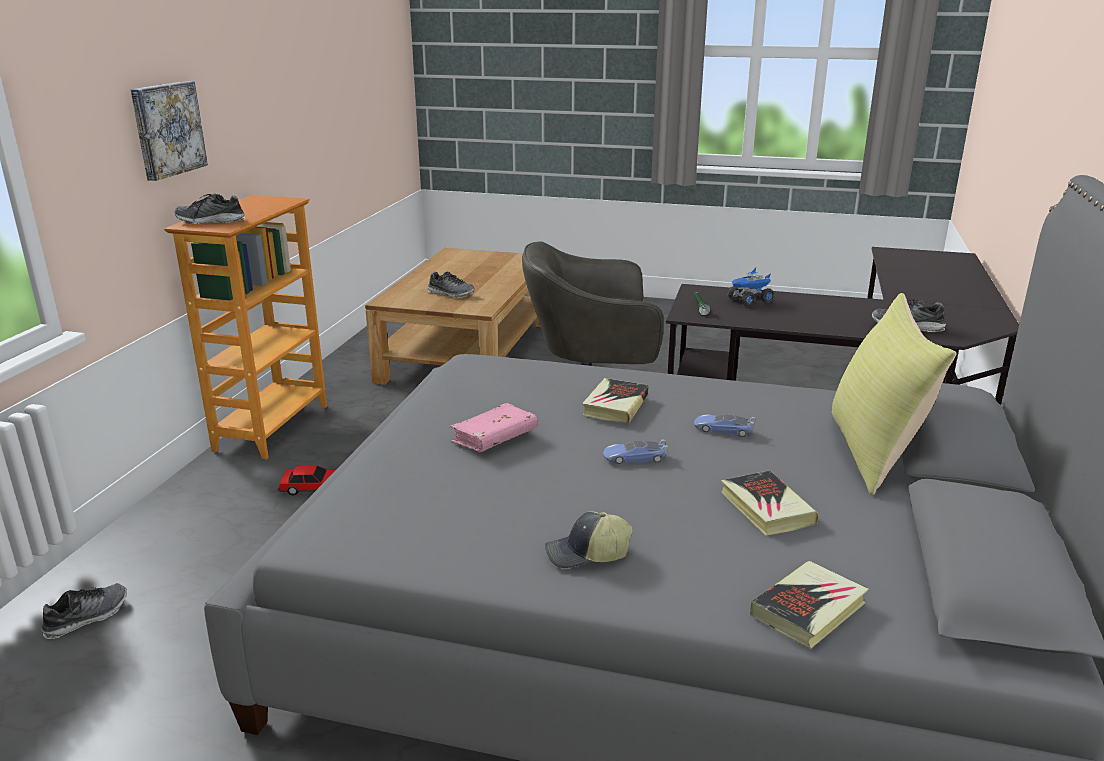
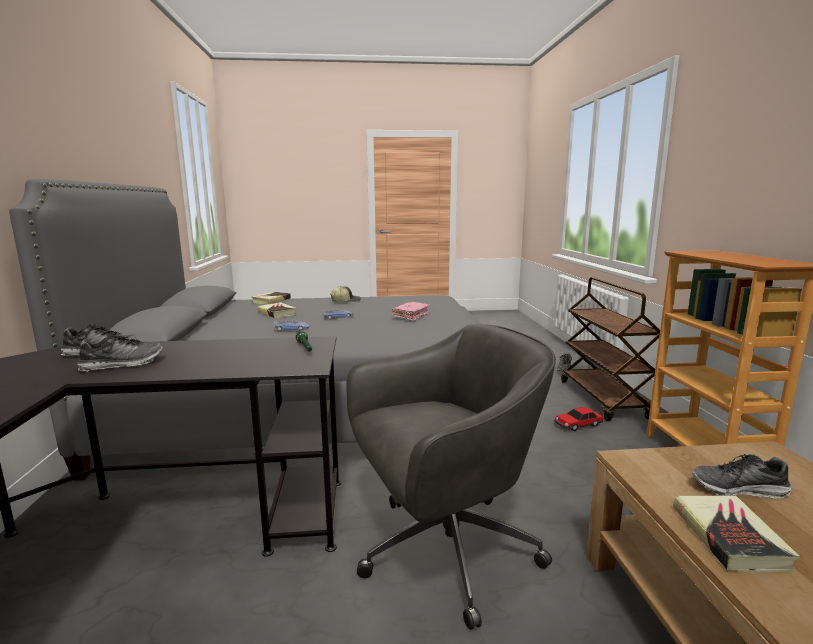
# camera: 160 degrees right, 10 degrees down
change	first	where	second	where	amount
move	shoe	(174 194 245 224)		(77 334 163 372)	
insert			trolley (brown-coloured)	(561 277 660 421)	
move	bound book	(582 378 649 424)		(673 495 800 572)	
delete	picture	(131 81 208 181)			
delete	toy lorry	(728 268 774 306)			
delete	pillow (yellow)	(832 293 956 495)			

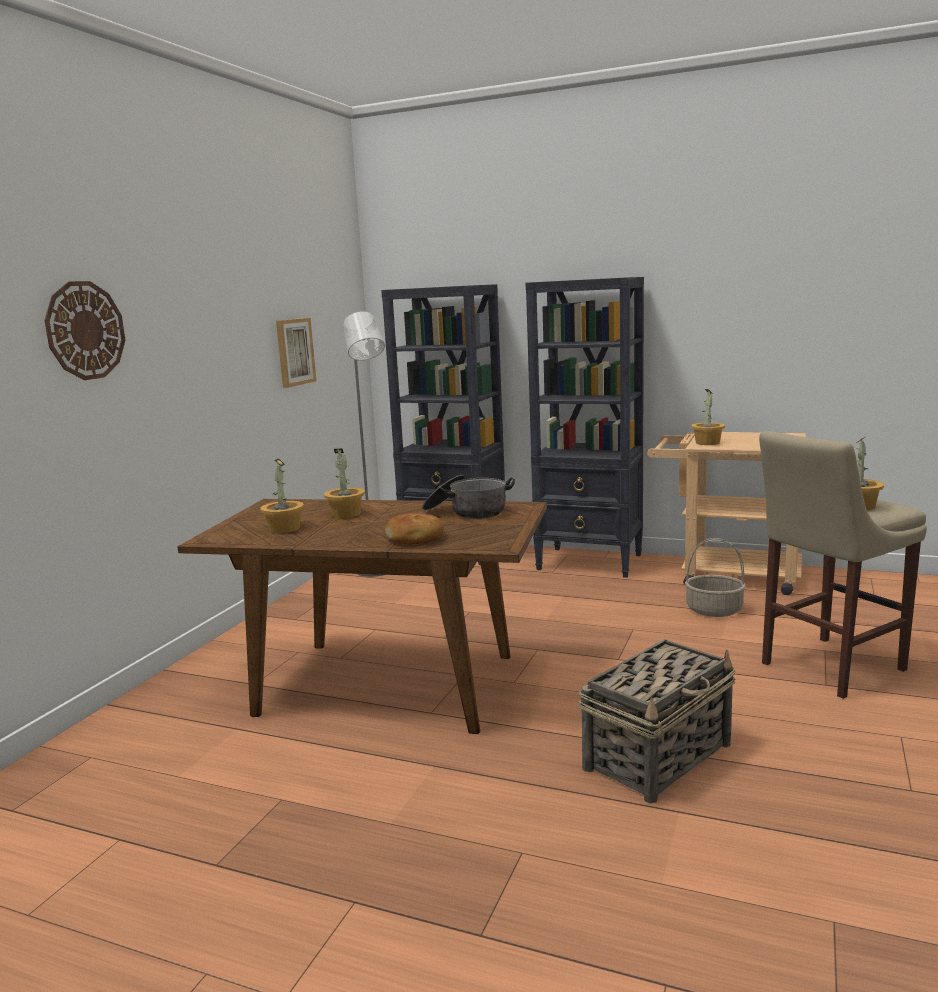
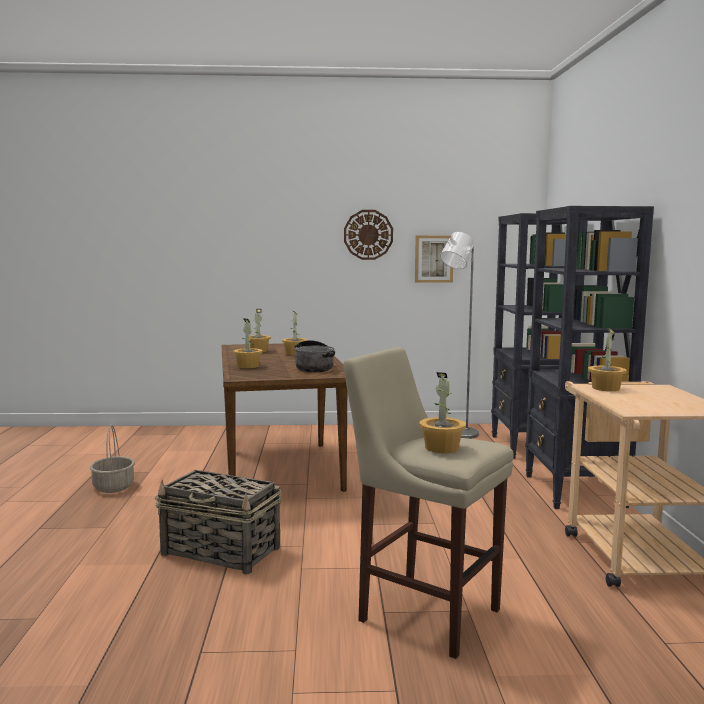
# camera: 65 degrees right, 5 degrees down
change	first	where	second	where	amount
move	basket	(685 538 746 617)		(90 425 135 493)	
replace	baked bread	(385 513 444 544)	potted plant	(234 319 263 368)	
move	hanging clock	(44 281 125 380)		(344 210 393 260)	

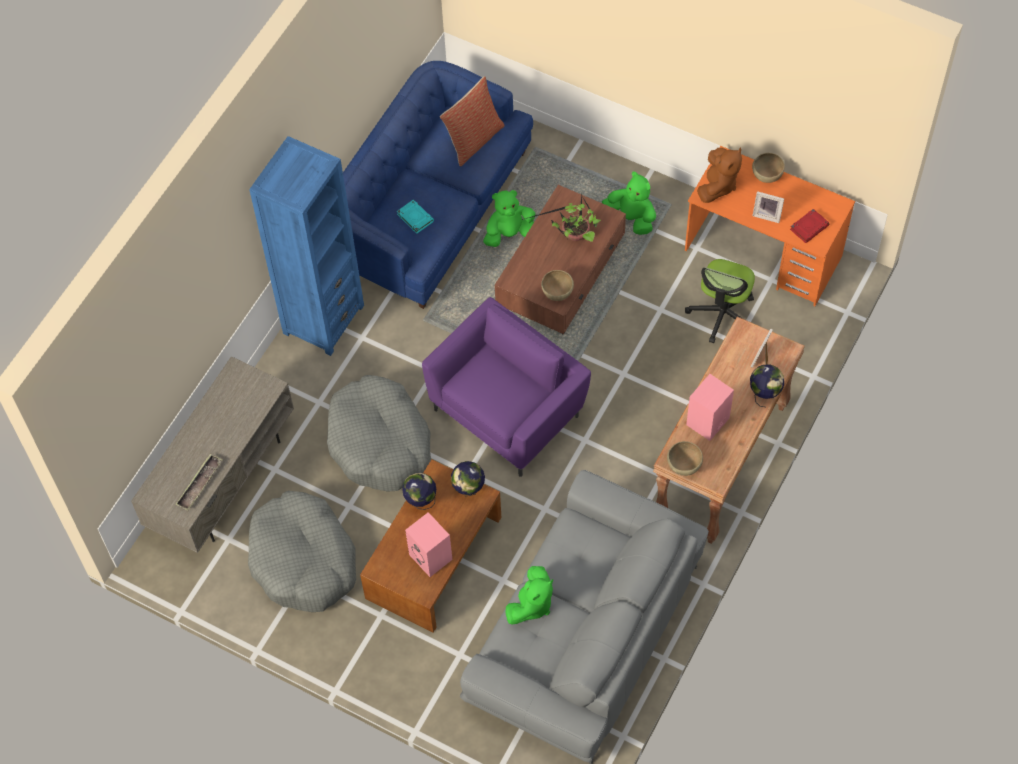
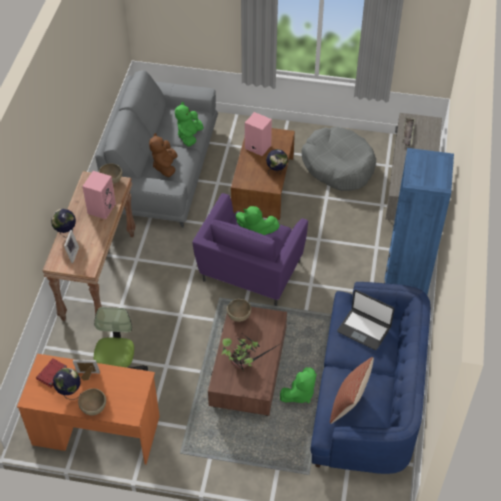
# camera: 160 degrees right, 10 degrees down
change	first	where	second	where	amount
move	desk globe	(451 461 485 497)		(53 368 81 400)	
move	cuddly toy (brown-coloured)	(697 148 742 203)		(149 133 177 177)	
move	cuddly toy (greenish)	(602 171 656 235)		(235 206 280 235)	
replace	bound book (turquoise-coloured)	(397 200 434 234)	notebook computer	(337 290 394 350)	
delete	pet bed (greyish)	(327 375 431 492)			

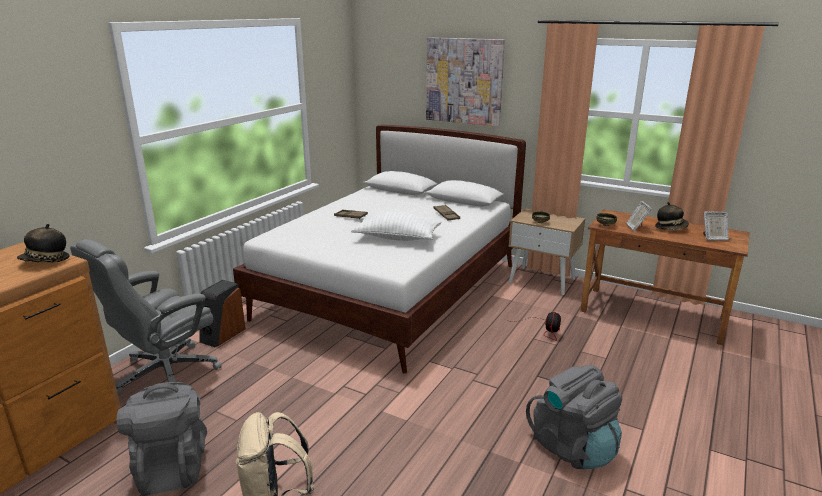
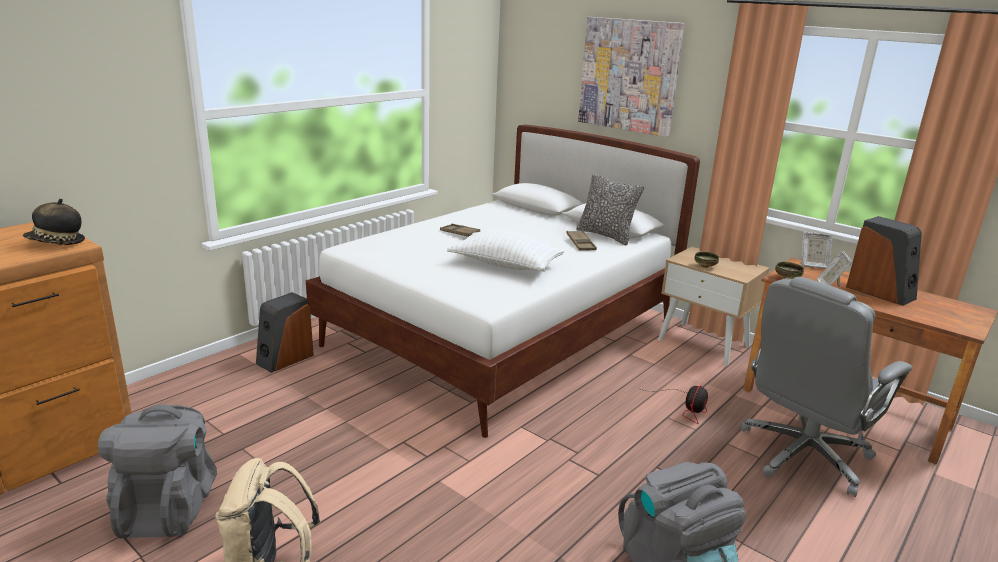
# camera: 10 degrees right, 0 degrees up
change	first	where	second	where	amount
insert			pillow	(576 174 645 245)	
move	computer chair (greyish)	(70 239 222 395)		(740 277 912 497)	
move	photo frame	(703 212 729 241)		(801 232 832 269)	
replace	hat	(655 202 689 230)	audio speaker	(846 216 922 306)	

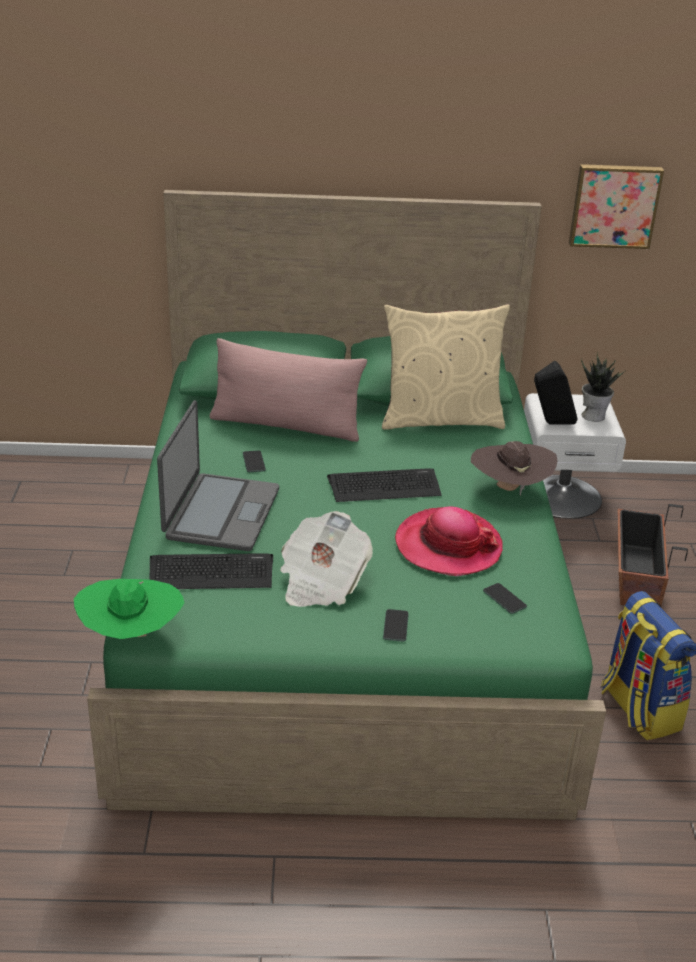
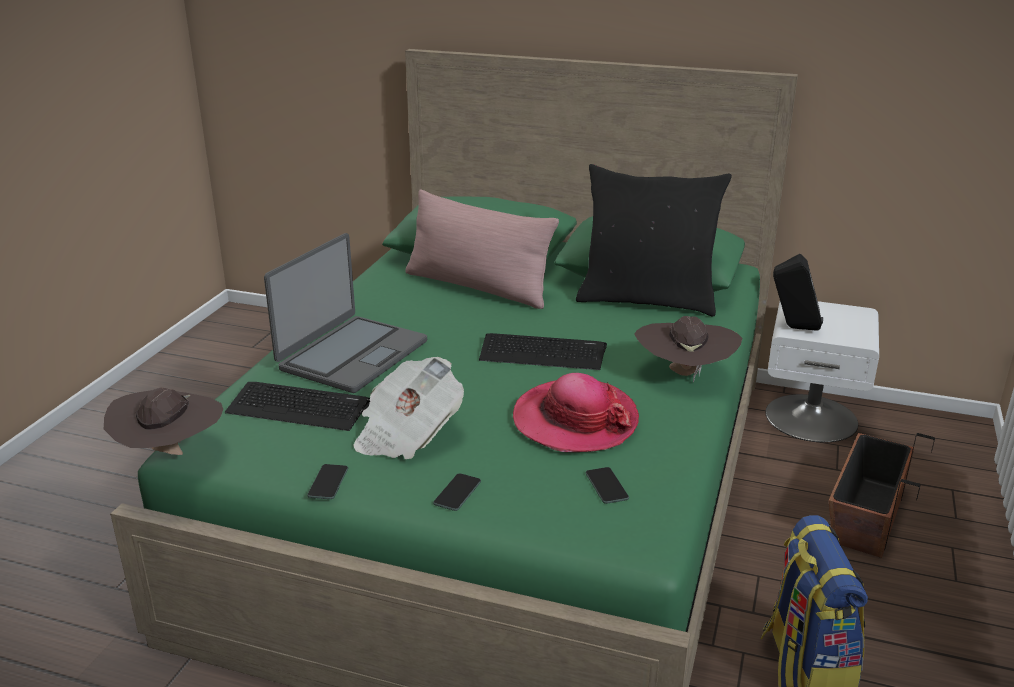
# camera: 20 degrees right, 5 degrees down
change	first	where	second	where	amount
recolor	hat (greenish)	(74 579 184 639)	hat (brown-coloured)	(104 387 223 455)	
move	telephone	(243 450 266 472)		(307 464 348 499)	
recolor	pillow (sand-coloured)	(382 304 510 430)	pillow (black)	(576 164 732 317)	
delete	picture	(569 164 664 249)			
delete	potted plant	(581 352 627 422)			

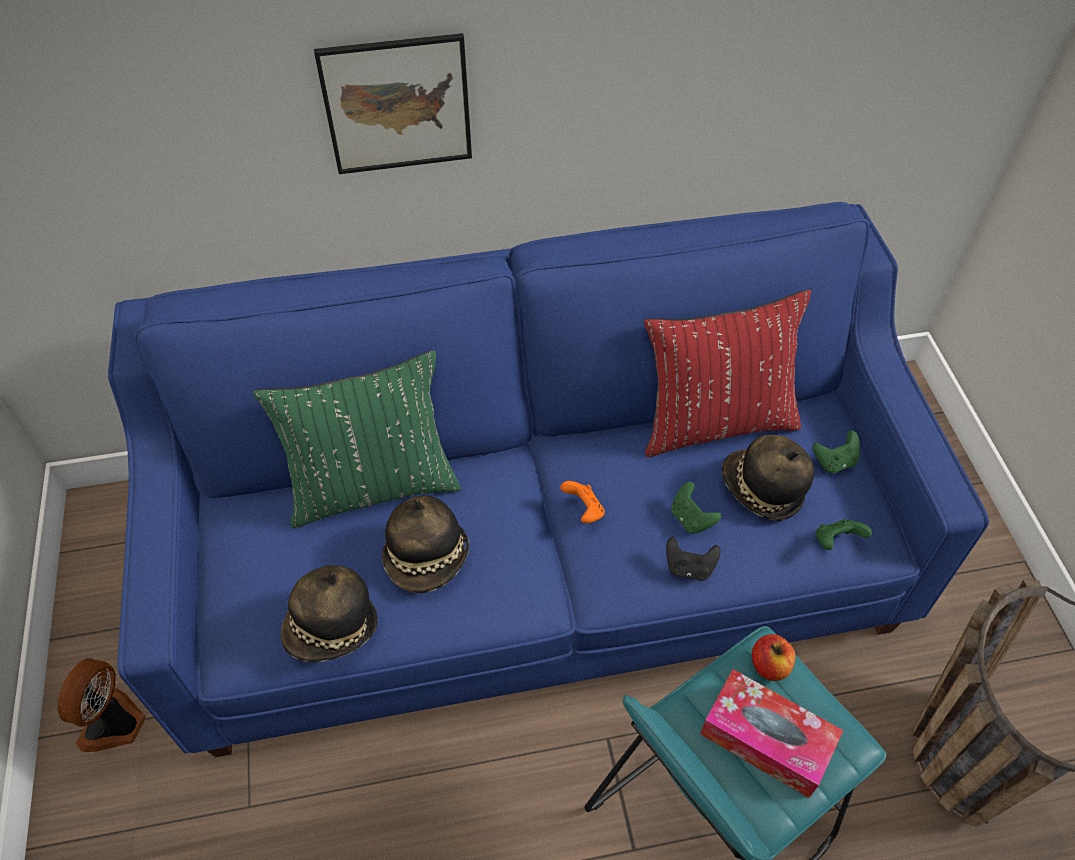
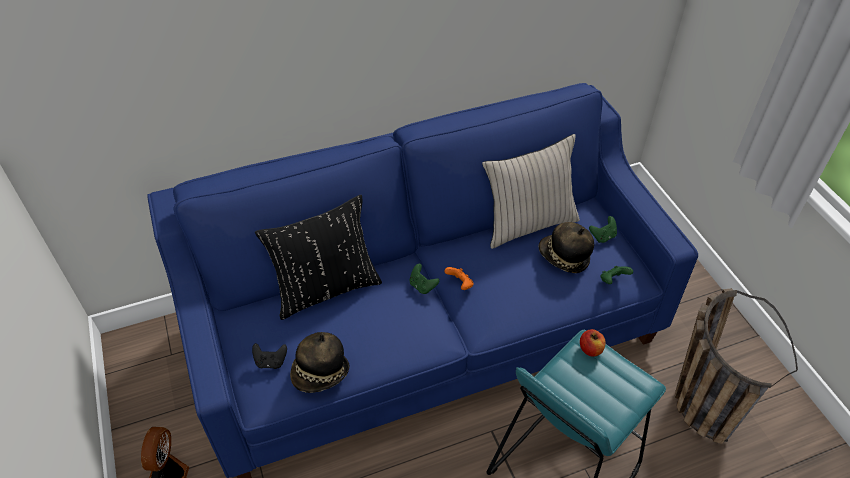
# camera: 10 degrees left, 5 degrees down
change	first	where	second	where	amount
move	gamepad (black)	(666 537 721 581)		(252 343 287 369)	
recolor	pillow (greenish)	(253 350 461 528)	pillow (black)	(255 195 382 320)	
move	gamepad (greenish)	(671 482 721 534)		(409 264 439 294)	
recolor	pillow (reddish)	(644 289 811 457)	pillow (sand-coloured)	(482 134 580 249)	
delete	picture	(314 33 472 174)			
delete	hat	(382 496 469 593)			
delete	box of tissues	(700 669 844 798)			

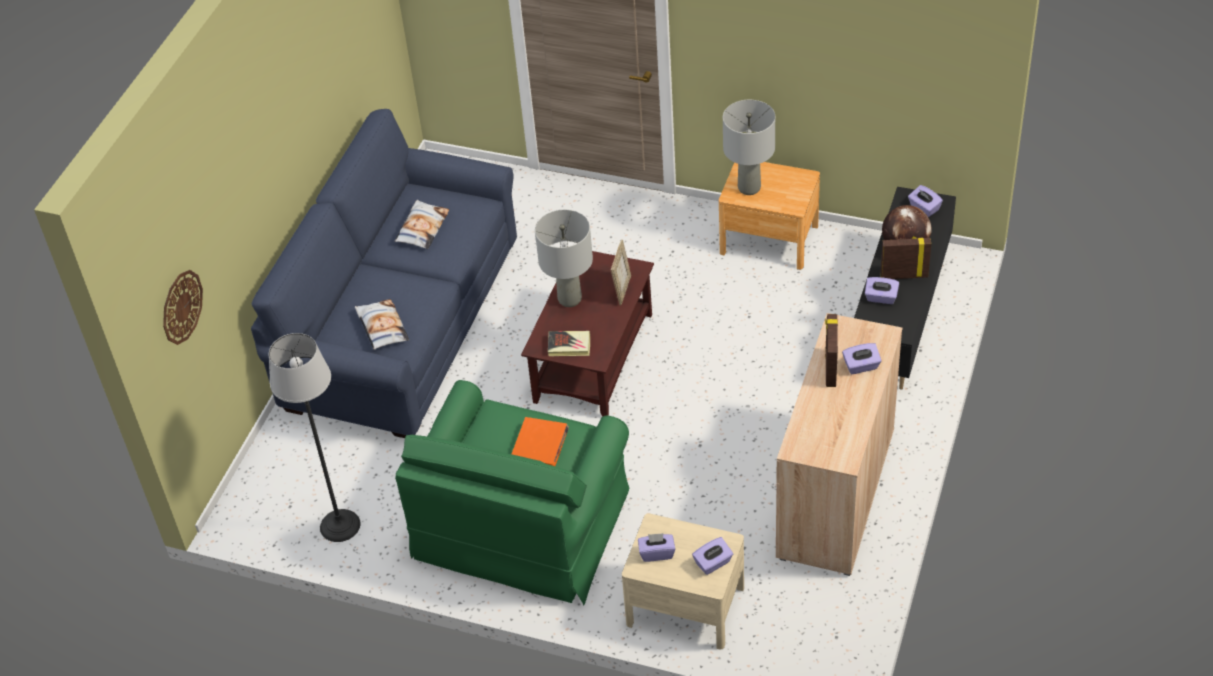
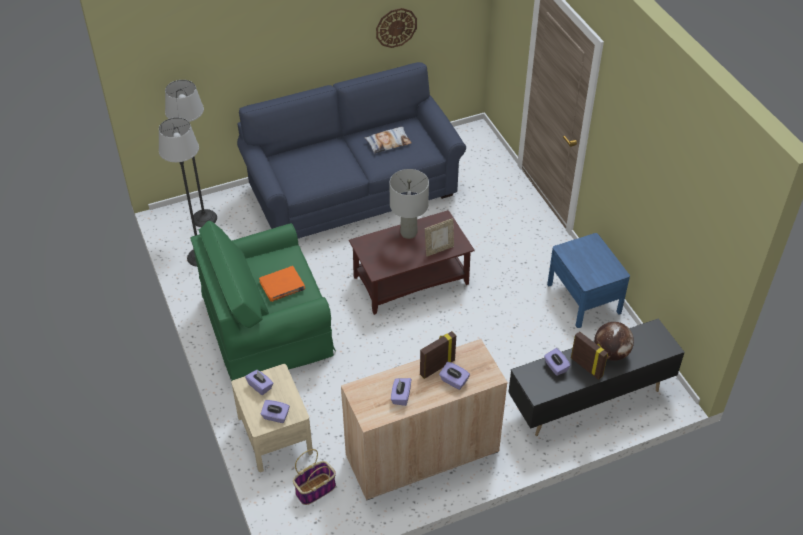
# camera: 45 degrees right, 0 degrees up
change	first	where	second	where	amount
insert			floor lamp	(165 80 217 227)	
insert			basket	(293 449 336 505)	
move	hanging clock	(163 270 203 345)		(376 8 417 48)	
move	box of tissues (purple-coloured)	(908 185 943 217)		(391 378 411 406)	
recolor	nightstand (brown-coloured)	(719 162 820 270)	nightstand (blue-coloured)	(547 233 630 328)	
delete	pillow	(355 299 409 350)			
delete	bound book	(548 331 590 356)			
delete	table lamp (greyish)	(723 100 775 195)			

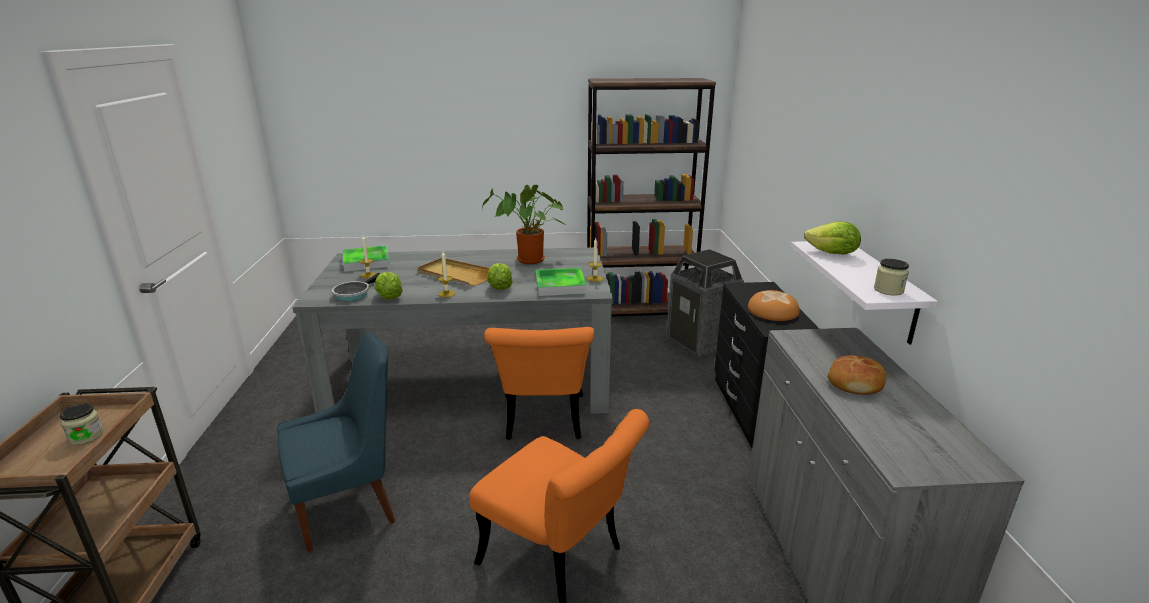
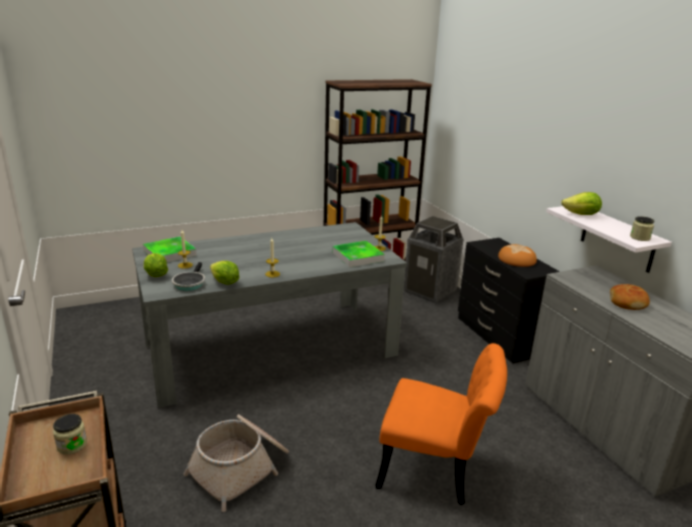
# camera: 20 degrees left, 0 degrees up
change	first	where	second	where	amount
move	head of lettuce	(487 263 513 290)		(144 253 168 277)	
replace	chair (blue-coloured)	(277 332 395 552)	basket	(183 414 289 512)	
delete	carrying tray (sand-coloured)	(417 258 490 286)			
delete	potted plant	(482 185 564 264)			
delete	chair (orange)	(484 327 594 440)			

